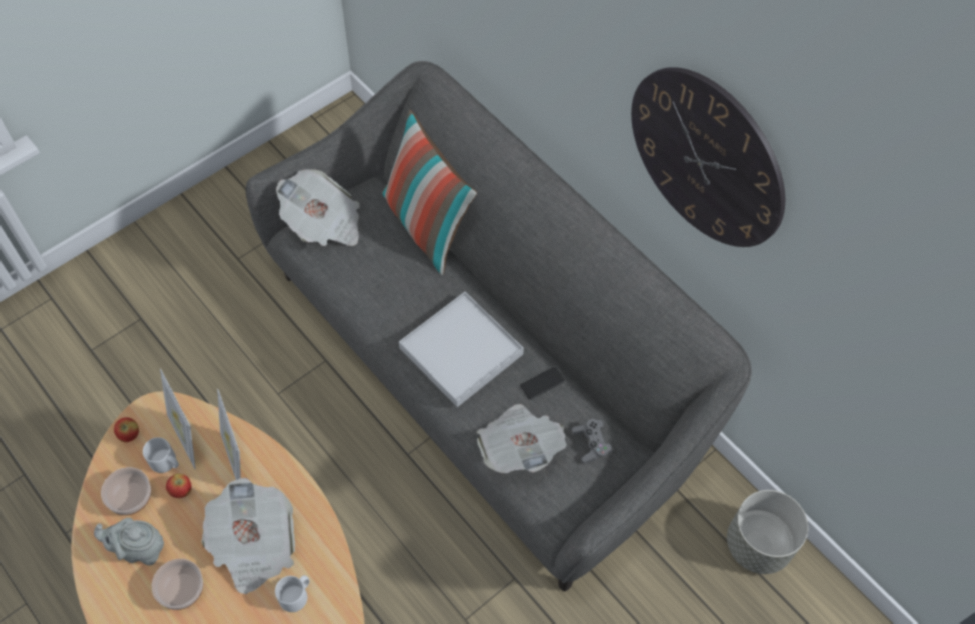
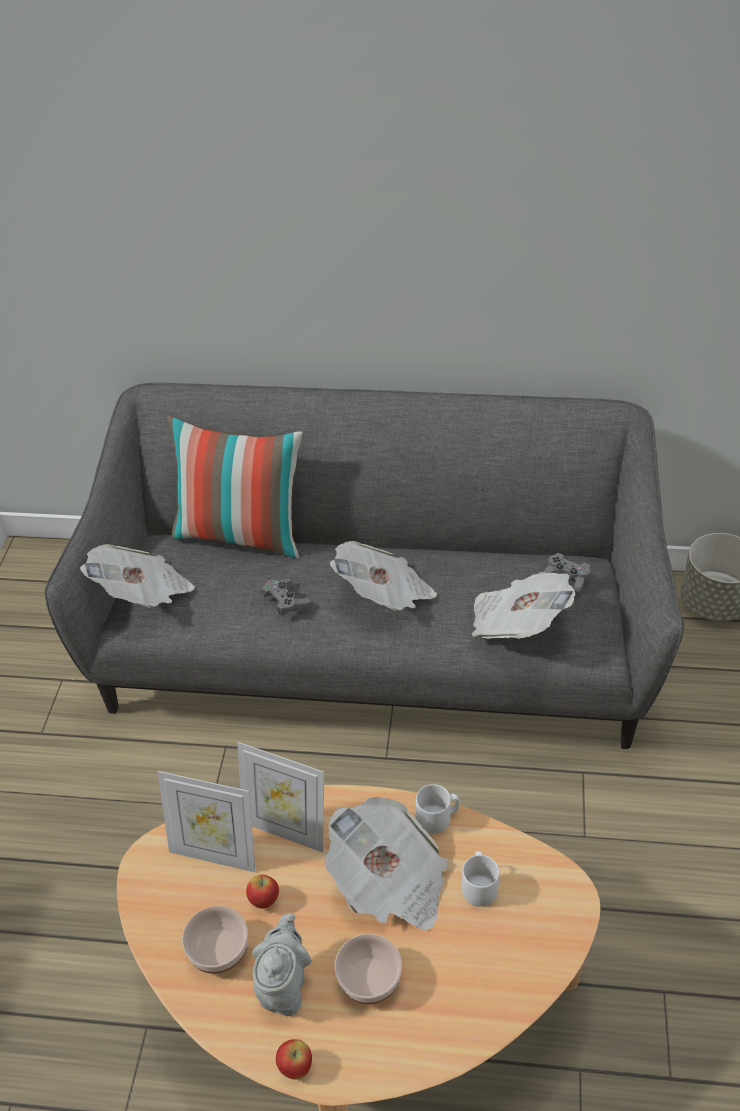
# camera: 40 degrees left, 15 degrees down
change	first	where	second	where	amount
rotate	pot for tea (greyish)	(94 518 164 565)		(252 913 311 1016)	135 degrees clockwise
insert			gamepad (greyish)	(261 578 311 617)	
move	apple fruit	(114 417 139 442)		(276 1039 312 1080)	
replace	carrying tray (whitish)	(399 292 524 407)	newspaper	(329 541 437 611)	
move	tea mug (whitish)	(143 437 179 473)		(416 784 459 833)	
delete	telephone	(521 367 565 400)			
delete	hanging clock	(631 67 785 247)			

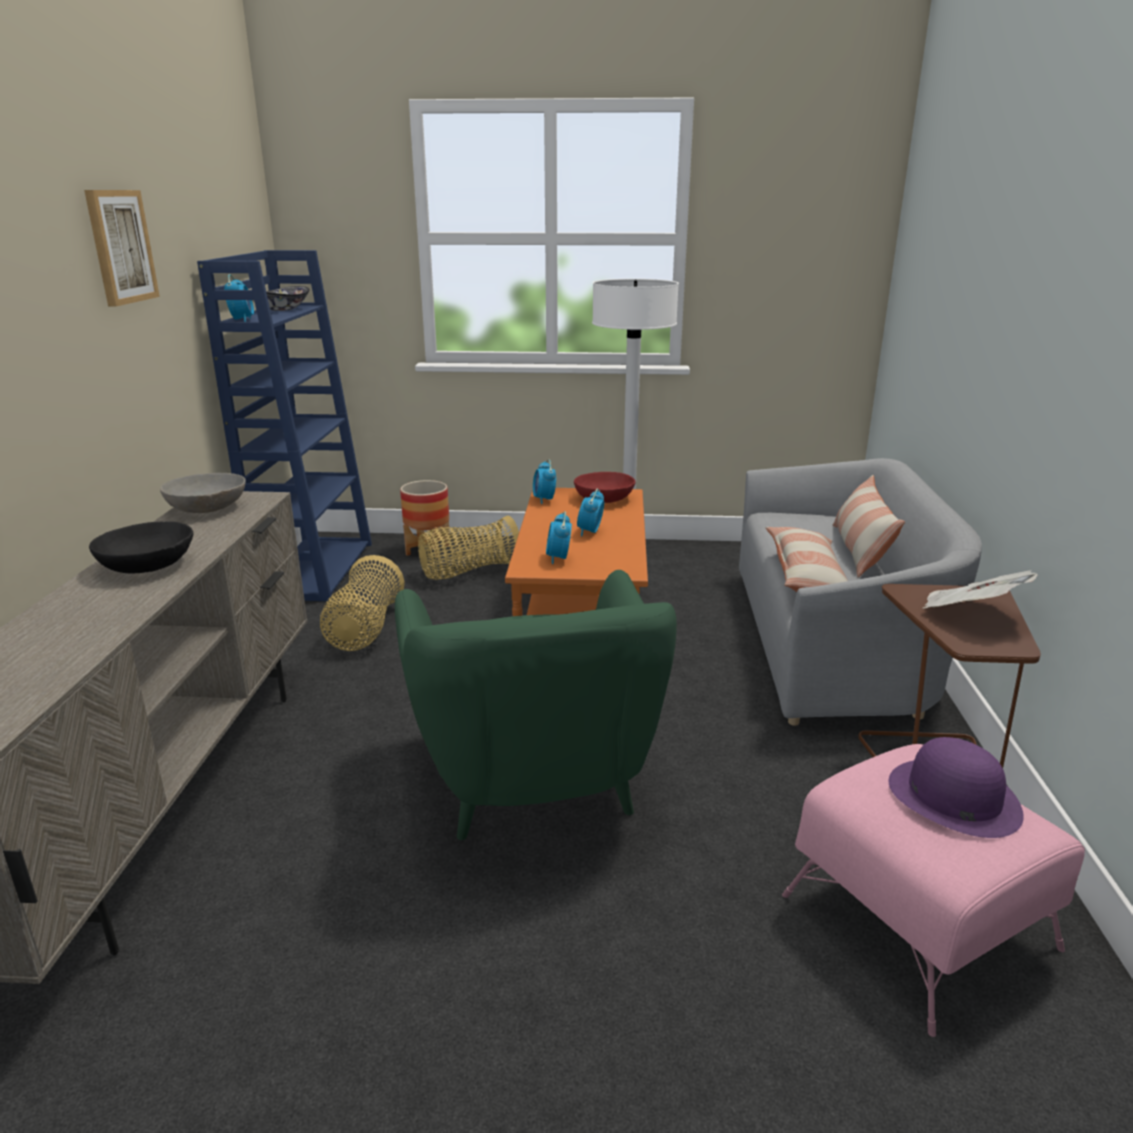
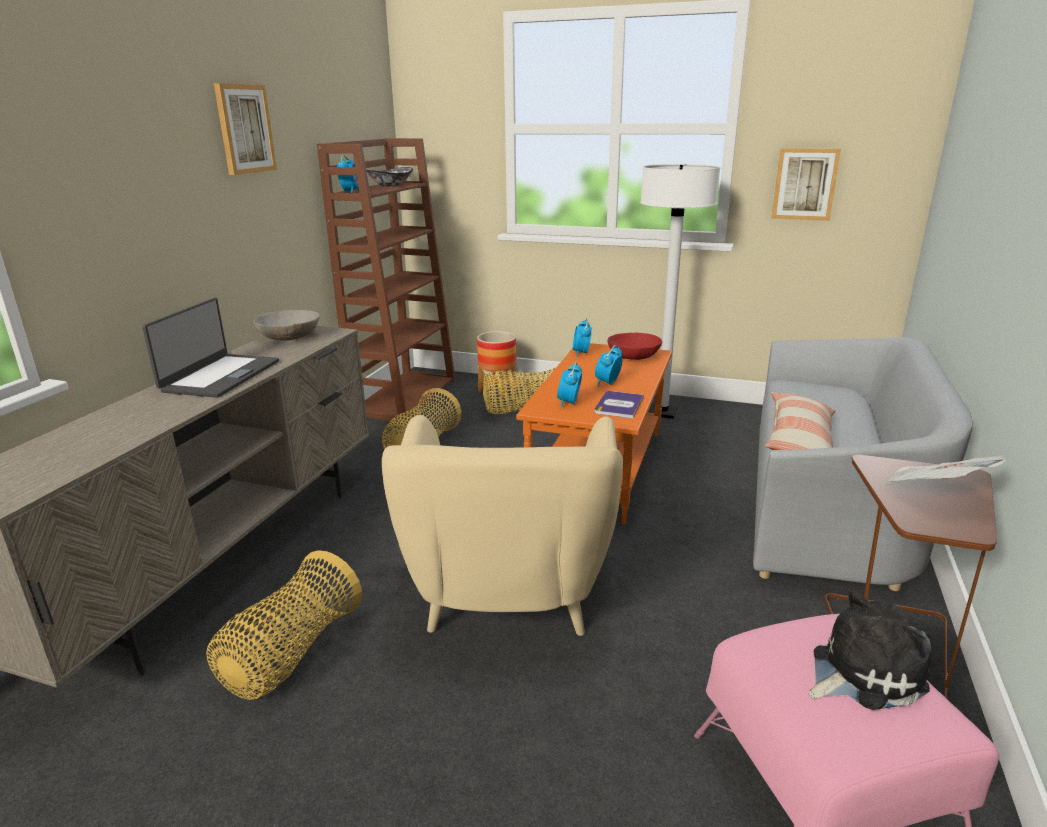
# camera: 15 degrees right, 0 degrees up
change	first	where	second	where	amount
replace	serving bowl (black)	(89 521 193 573)	notebook computer	(142 298 279 398)	
insert			basket	(206 550 362 700)	
recolor	bookshelf (blue-coloured)	(197 250 372 601)	bookshelf (brown-coloured)	(317 138 456 423)	
recolor	armchair (greenish)	(395 570 677 840)	armchair (sand-coloured)	(382 415 623 636)	
insert			bound book	(595 391 644 419)	
insert			picture	(771 148 841 221)	
replace	hat (purple-coloured)	(888 737 1024 838)	cuddly toy	(809 589 932 710)	
delete	pillow	(832 475 905 577)			

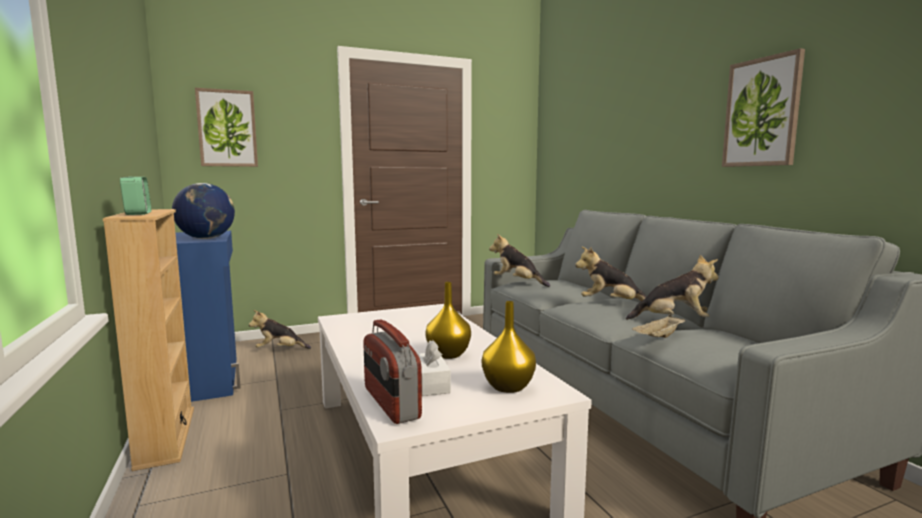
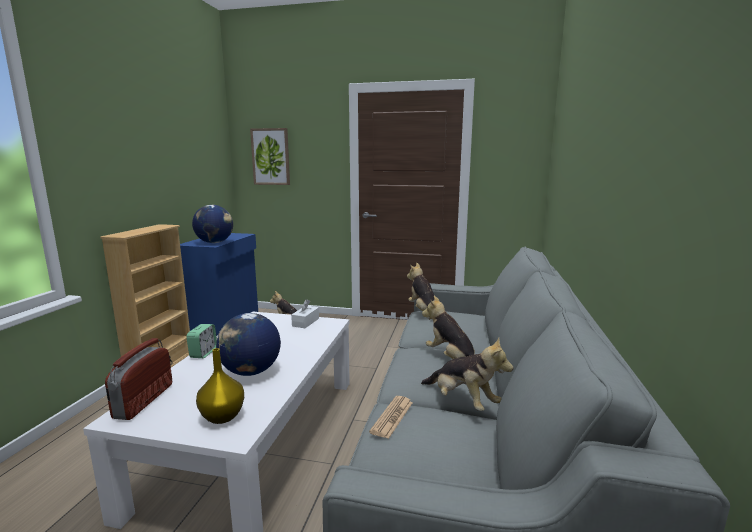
# camera: 35 degrees right, 5 degrees up
change	first	where	second	where	amount
move	bedside clock	(120 176 151 215)		(186 324 217 358)	
replace	decorative vase (yellow)	(425 282 471 359)	desk globe	(216 313 281 376)	
move	box of tissues (whitish)	(418 340 451 396)		(291 299 319 328)	
replace	carrying tray (sand-coloured)	(632 315 686 338)	newspaper	(369 396 413 439)	
delete	picture	(722 48 805 167)			

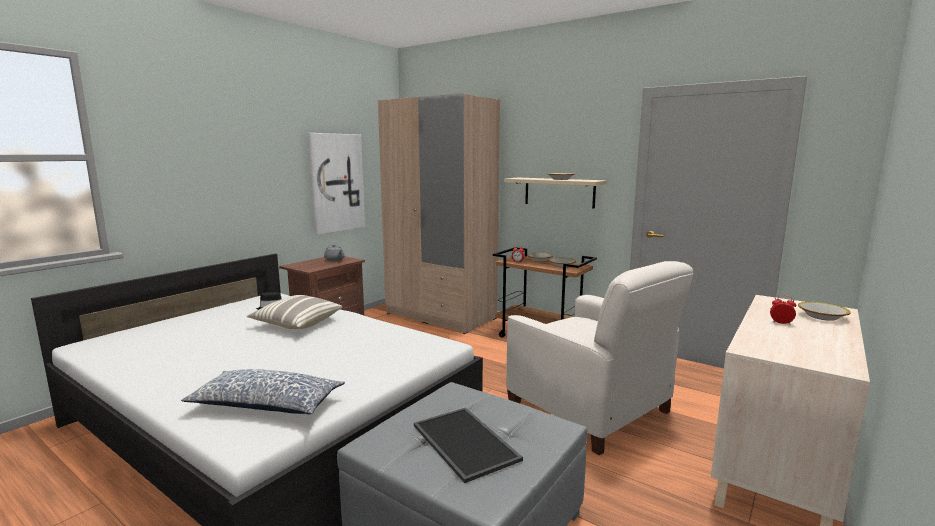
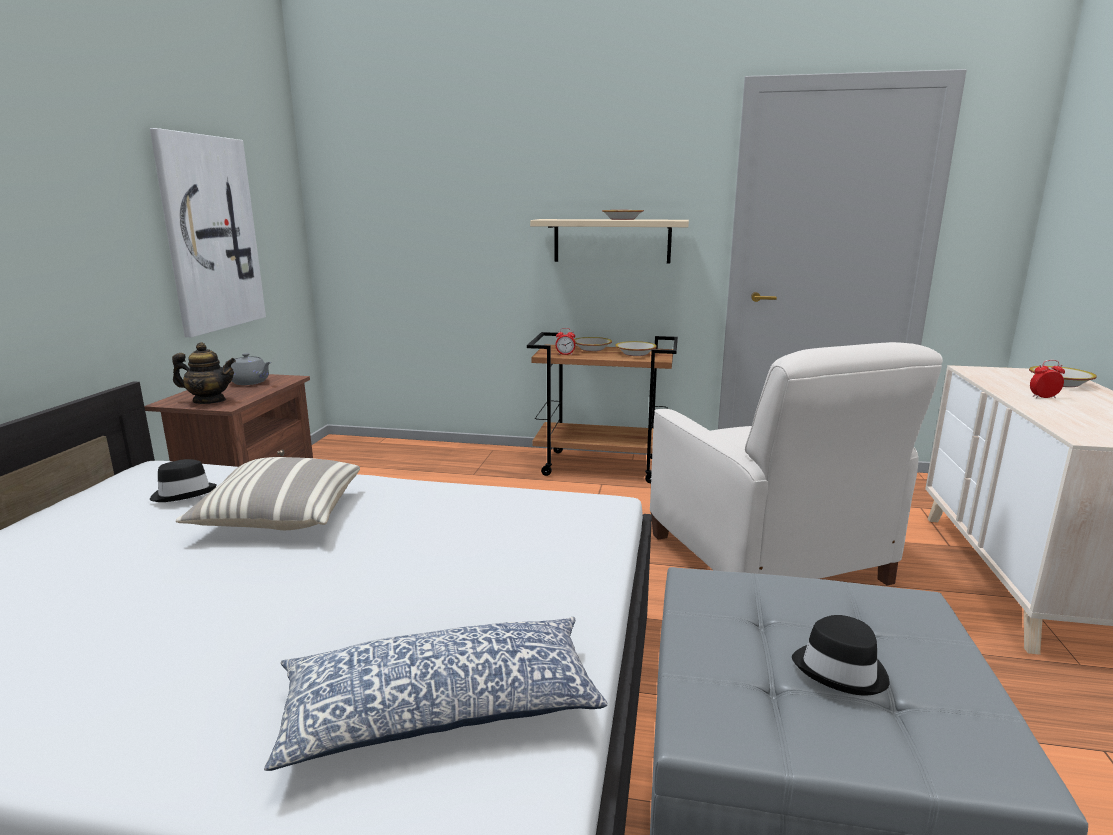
# camera: 25 degrees left, 5 degrees up
change	first	where	second	where	amount
insert			pot for tea	(172 342 236 404)	
rotate	armchair (whitish)	(506 261 693 455)		(650 342 943 586)	45 degrees clockwise
replace	carrying tray	(414 407 523 483)	hat (black)	(792 615 889 696)	
delete	wardrobe (sand-coloured)	(378 93 500 334)			

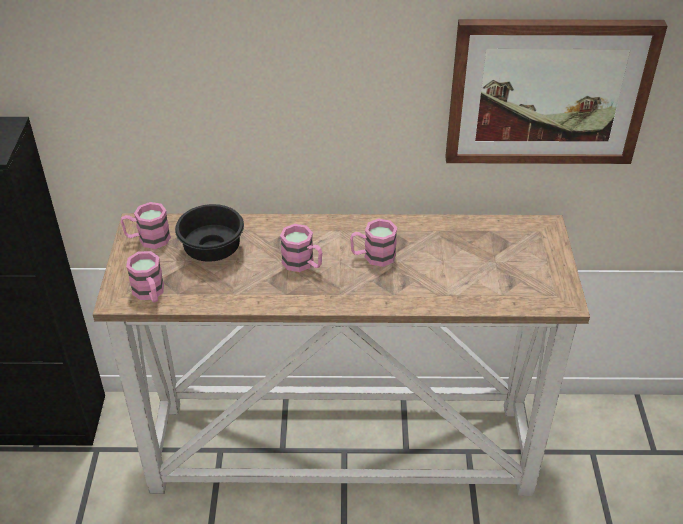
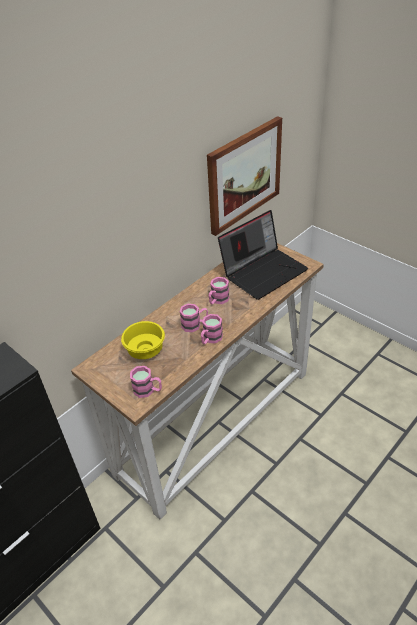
# camera: 45 degrees left, 0 degrees up
change	first	where	second	where	amount
recolor	serving bowl (black)	(175 204 244 262)	serving bowl (yellow)	(121 321 165 359)	
move	tea mug (pink-coloured)	(121 202 171 249)		(201 314 223 344)	
insert			notebook computer	(218 210 308 300)	

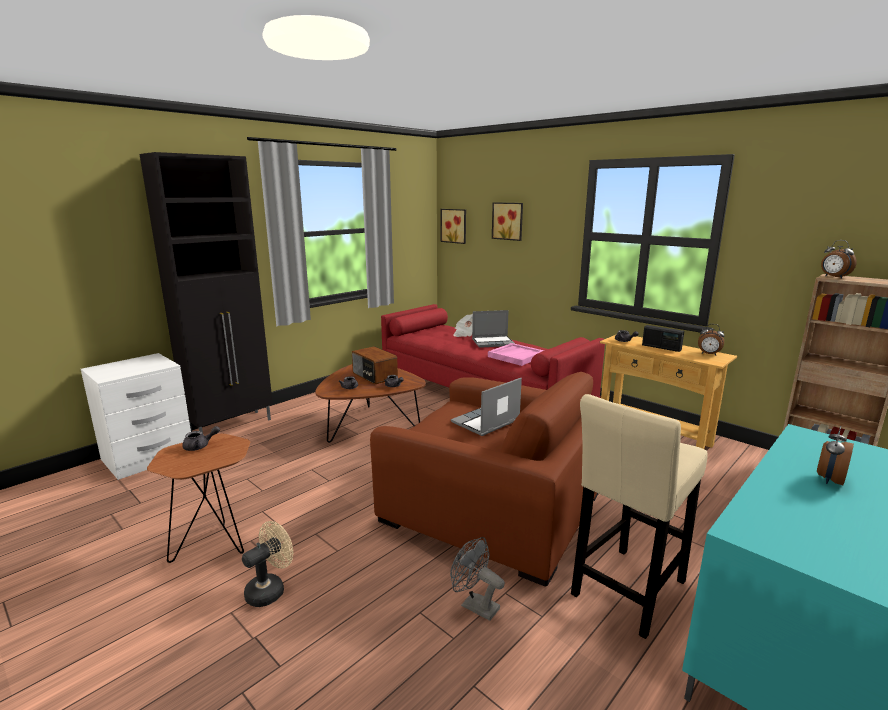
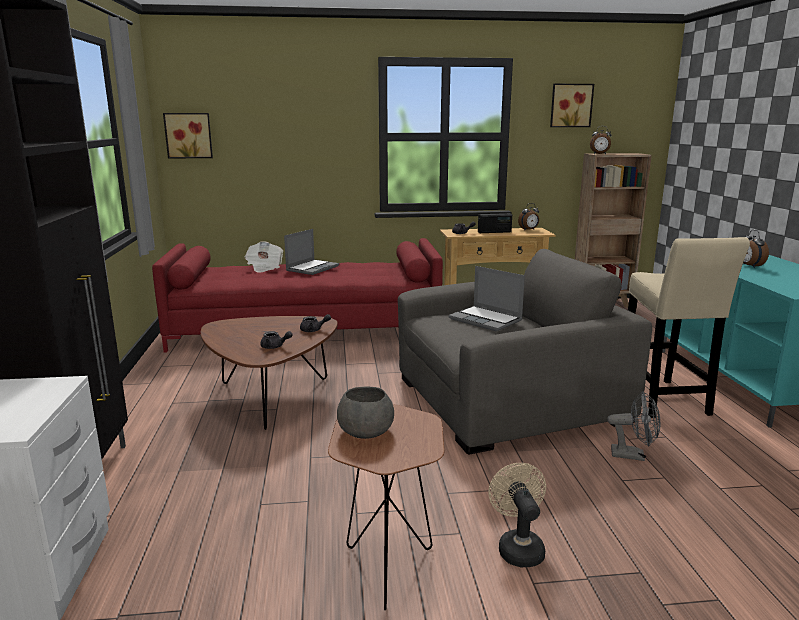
# camera: 50 degrees left, 0 degrees up
change	first	where	second	where	amount
replace	pot for tea (greyish)	(182 426 220 451)	serving bowl (greyish)	(337 387 394 439)	
recolor	armchair (brown-coloured)	(370 372 599 586)	armchair (greyish)	(398 249 652 454)	
rotate	notebook computer	(451 378 522 436)		(449 266 525 331)	45 degrees counterclockwise
move	picture	(492 202 523 241)		(550 84 594 127)	
rotate	cooling fan (greyish)	(450 537 505 621)		(607 391 660 461)	150 degrees counterclockwise
delete	radio receiver	(352 346 398 385)			
delete	carrying tray (pink-coloured)	(488 343 544 366)			

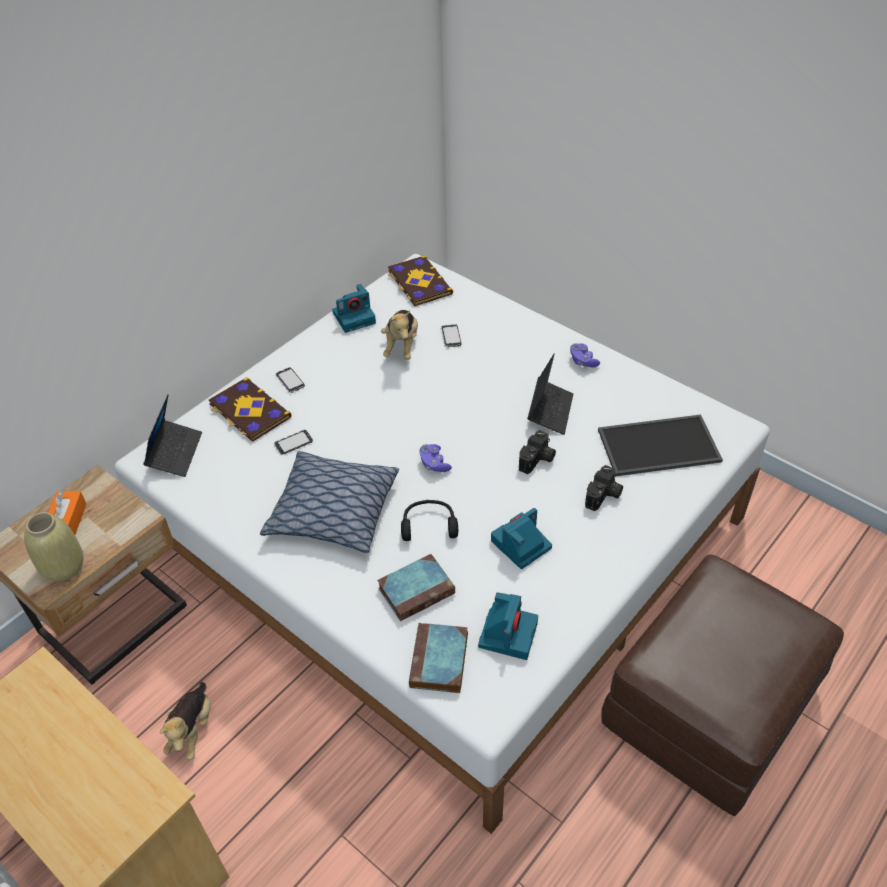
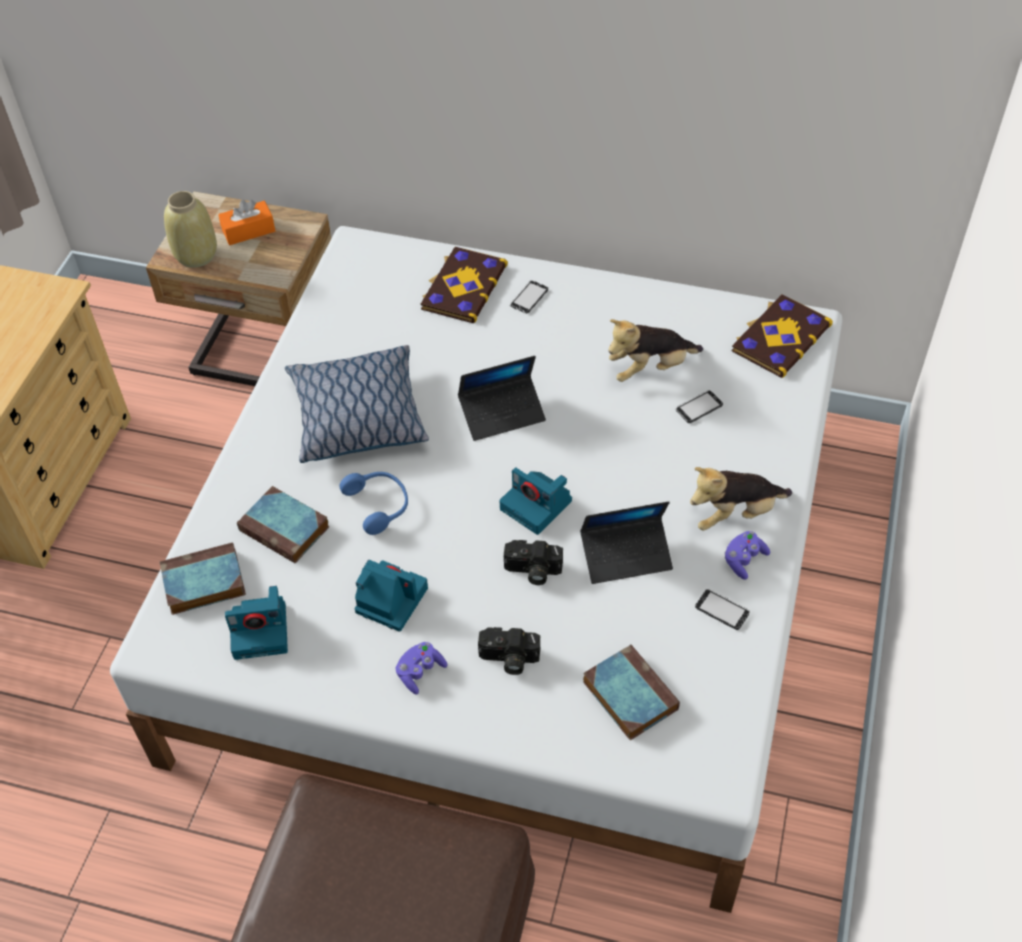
# camera: 65 degrees right, 5 degrees up
change	first	where	second	where	amount
recolor	pair of headphones (black)	(401 500 458 541)	pair of headphones (blue-coloured)	(340 472 408 535)	
move	gamepad (purple-coloured)	(419 444 452 472)		(396 642 448 694)	
move	notebook computer	(143 394 202 477)		(458 356 546 441)	
move	still camera	(332 284 376 333)		(499 468 572 535)	
replace	carrying tray	(598 414 723 476)	bound book	(583 644 680 740)	
move	cuddly toy	(160 682 211 761)		(690 467 792 530)	
move	telephone	(274 430 313 455)		(695 589 750 630)	

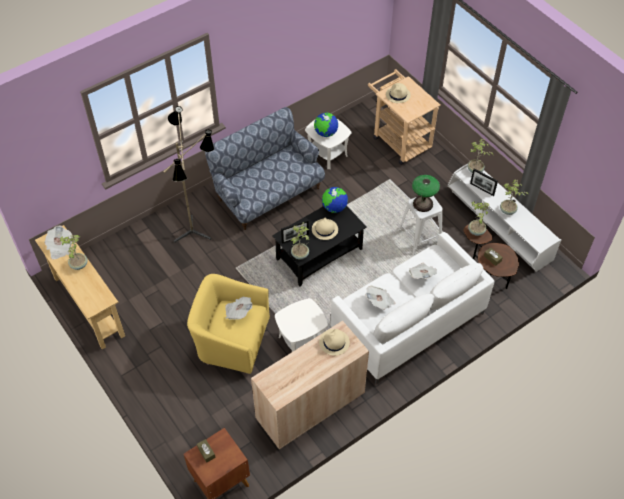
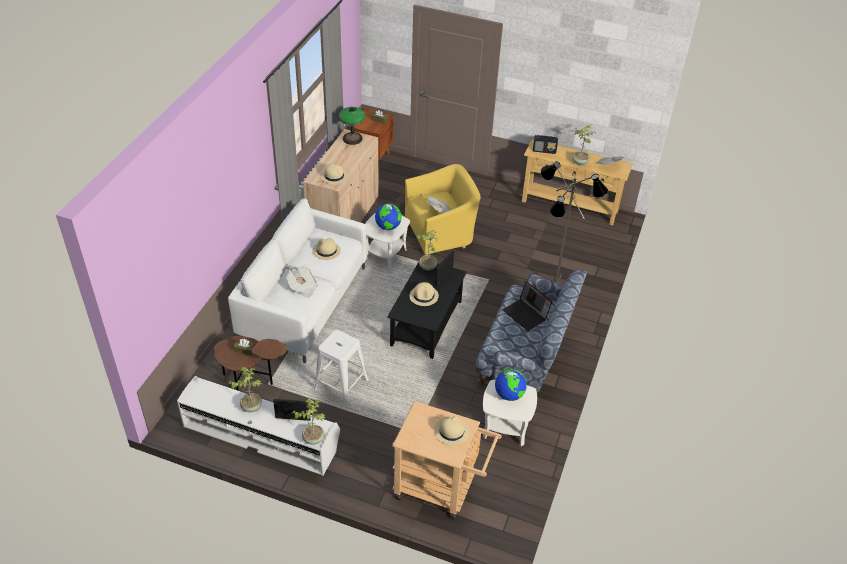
# camera: 145 degrees right, 10 degrees down
change	first	where	second	where	amount
replace	newspaper	(365 286 395 310)	hat (sand-coloured)	(313 238 341 260)	
move	table lamp	(412 175 440 212)		(339 107 366 145)	
move	desk globe	(322 187 348 213)		(375 204 402 230)	
insert			notebook computer	(503 281 552 331)	
insert			radio receiver	(533 135 558 154)	
delete	potted plant	(468 202 489 236)			

